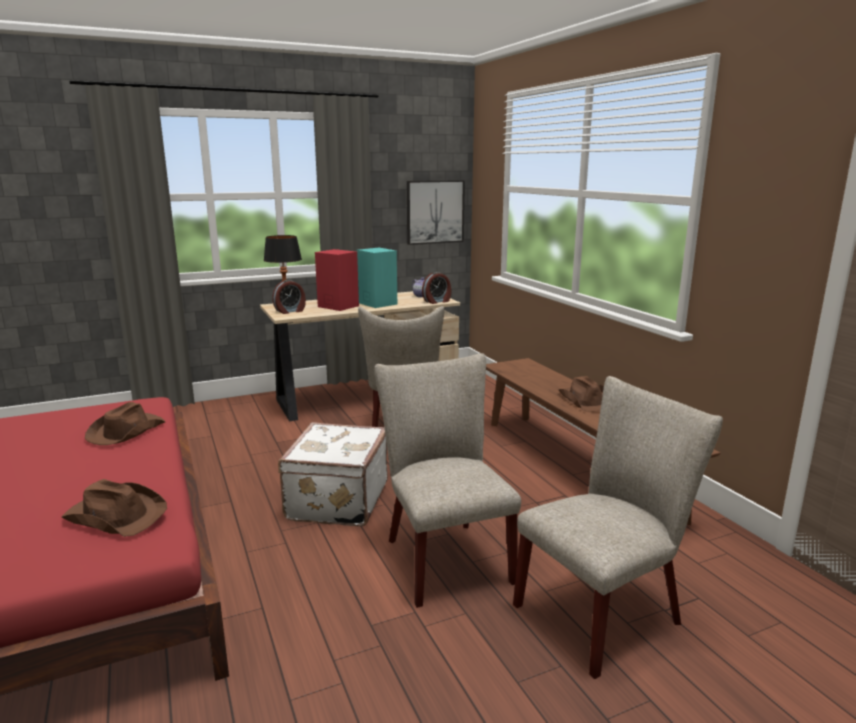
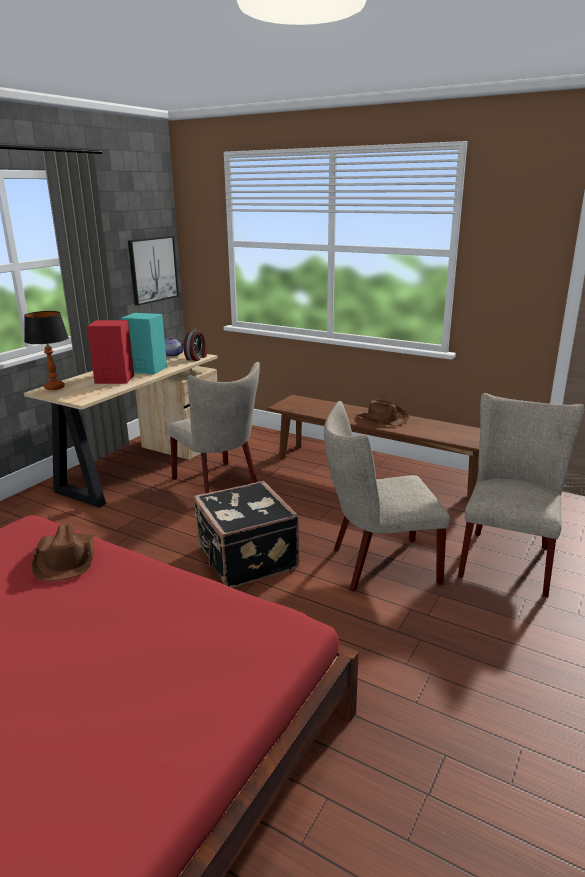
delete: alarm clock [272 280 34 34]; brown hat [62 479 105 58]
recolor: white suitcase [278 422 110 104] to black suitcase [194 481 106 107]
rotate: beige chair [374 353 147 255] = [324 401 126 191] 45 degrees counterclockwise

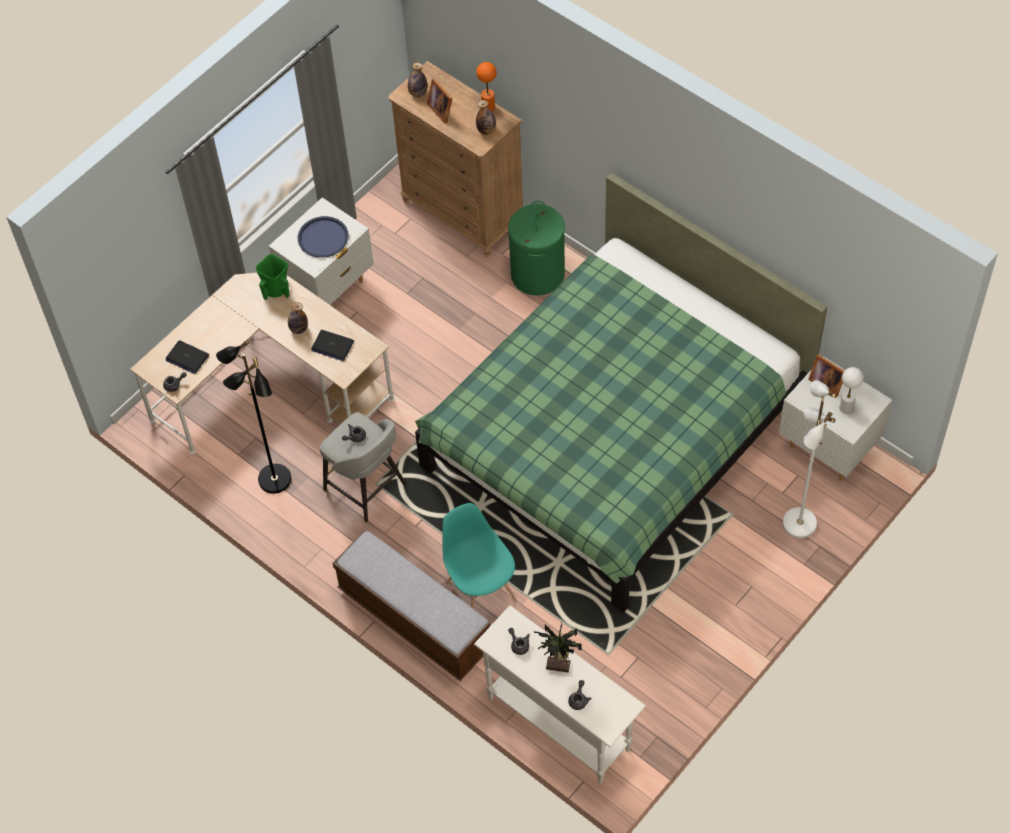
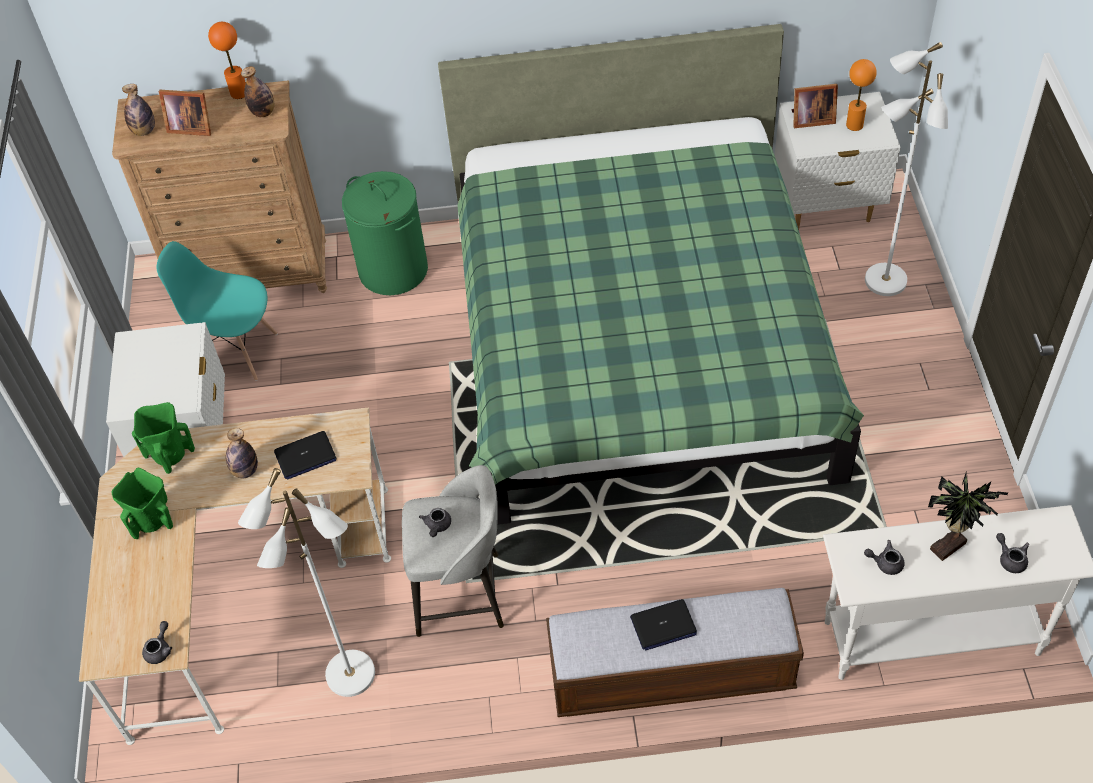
delete: blue tray [298 216 51 42]
insert: green vase [112 468 61 71]
move: laptop [166 340 43 34] to [630 599 67 52]; turquoise chair [443 503 72 106] to [156 241 122 140]
recolor: black floor lamp [216 340 75 154] to white floor lamp [238 468 137 229]; white table lamp [839 367 24 47] to orange table lamp [846 59 31 72]

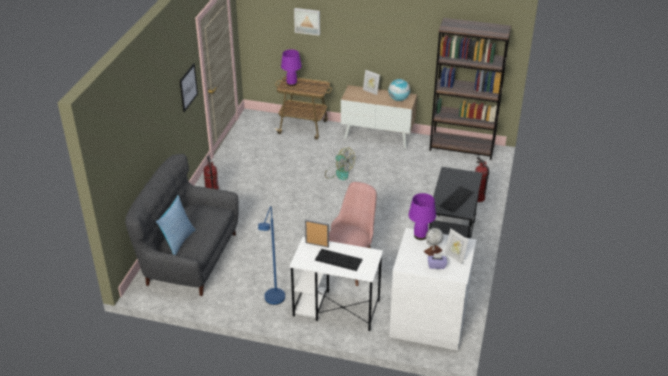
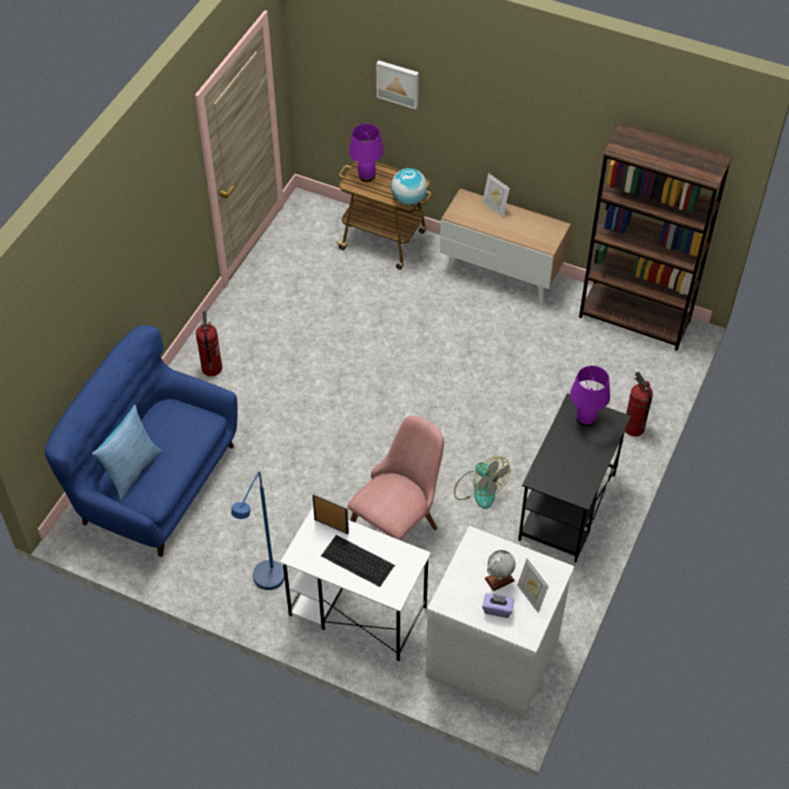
delete: picture [180 63 18 49]; keyboard [439 186 35 27]
move: globe [388 79 22 22] to [391 168 36 37]; fan [325 147 30 33] to [454 457 56 52]; purple table lamp [409 193 27 47] to [570 366 40 61]
recolor: grey sofa [125 154 113 142] to blue sofa [45 325 193 232]

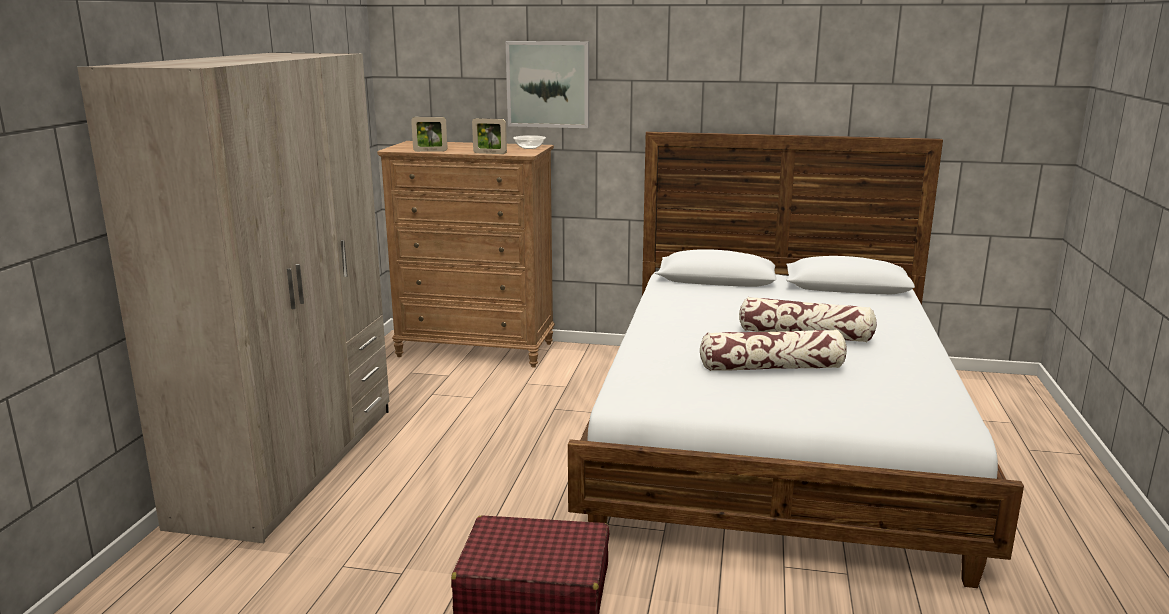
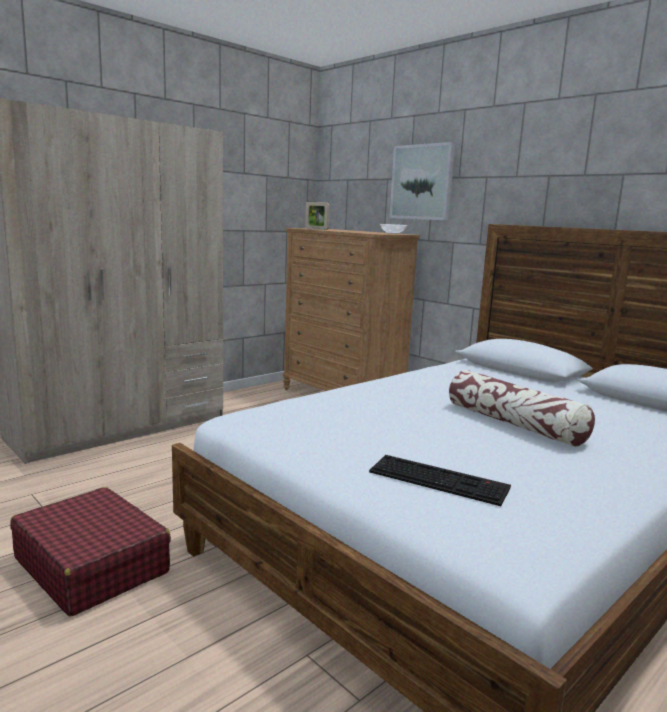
delete: picture frame [472 118 35 36]; pillow [700 330 147 41]
insert: keyboard [369 455 142 51]

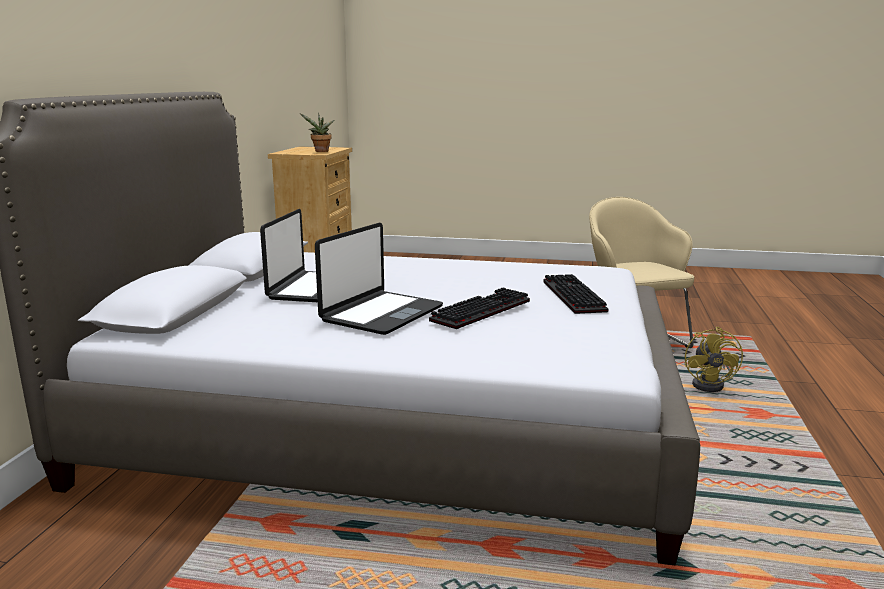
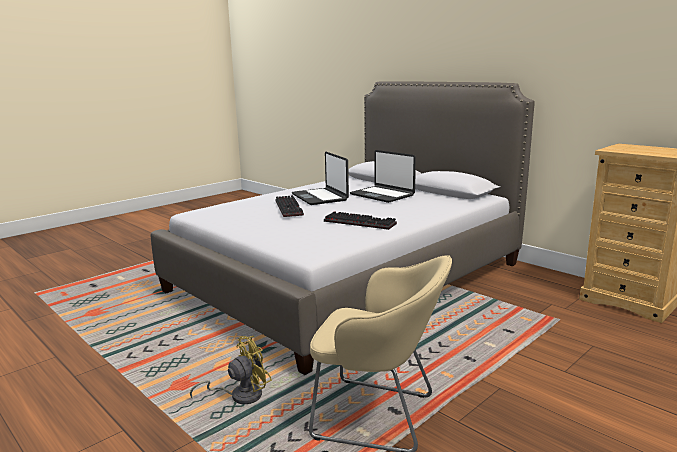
delete: potted plant [300 113 35 39]
move: keyboard [543 274 65 40] to [324 211 73 19]
rotate: yellow fan [685 327 58 65] = [190 336 82 68] 105 degrees clockwise

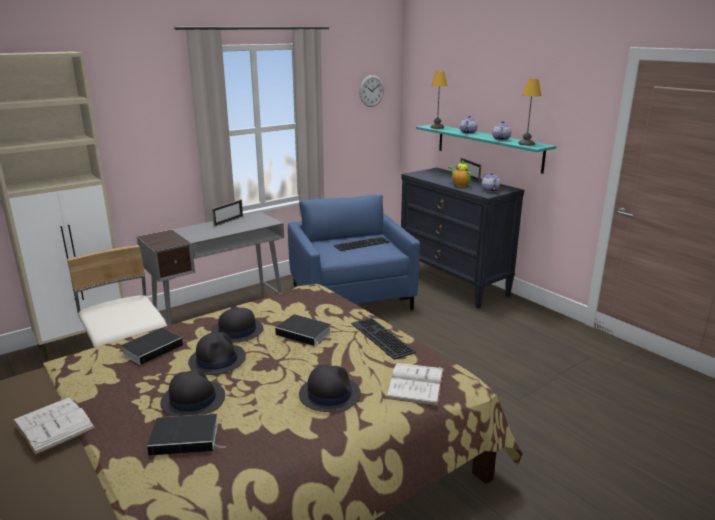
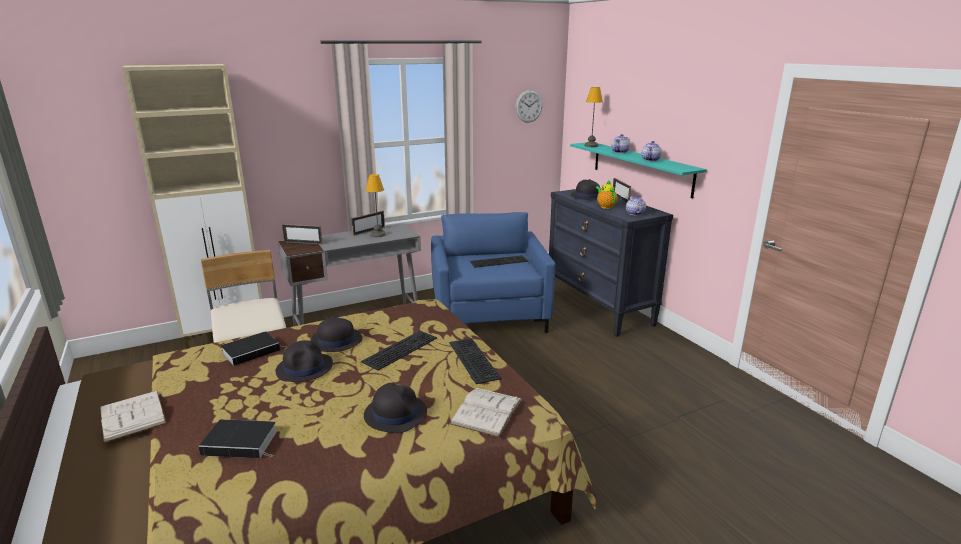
insert: picture frame [282 224 41 20]
move: table lamp [518 79 23 67] to [366 174 20 63]; black hat [160 369 65 47] to [571 179 29 21]
replace: book [275 314 56 33] to keyboard [361 331 76 40]

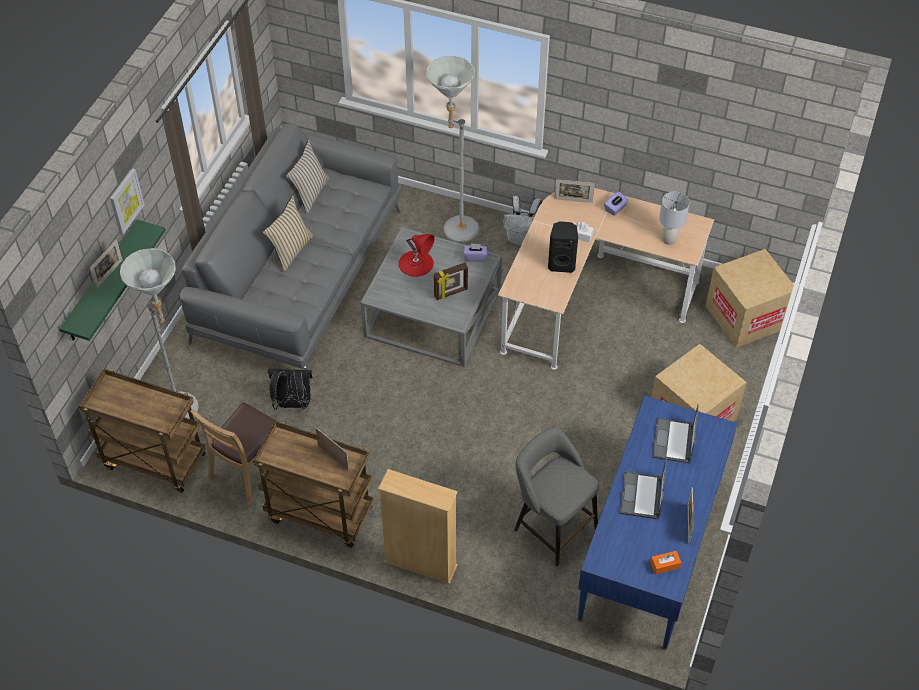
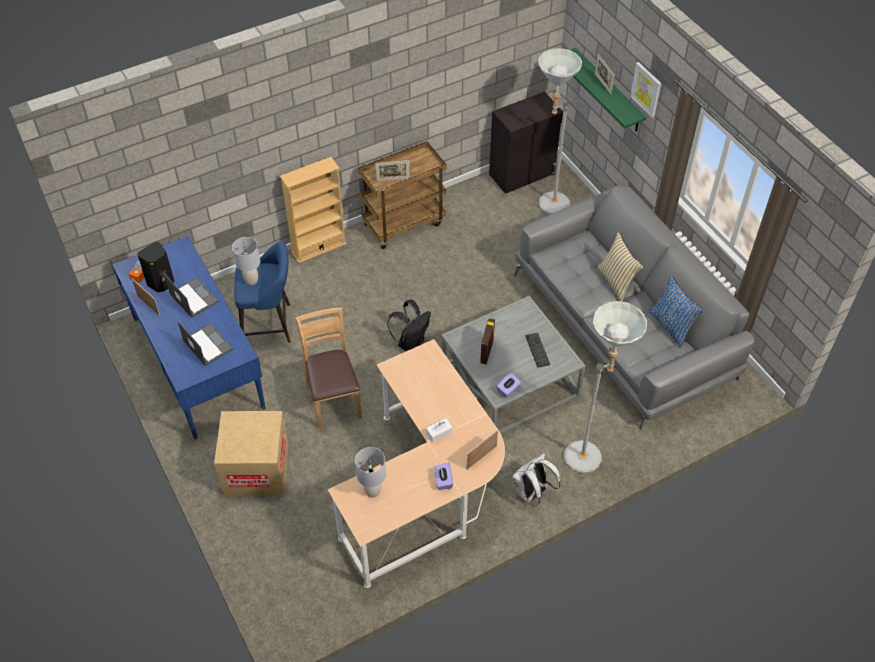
delete: cardboard box [706 249 92 99]
insert: grey table lamp [232 237 28 48]
move: black speaker [548 221 30 52] to [138 242 36 50]; black backpack [268 368 45 42] to [387 300 44 51]; brown chair [190 402 90 102] to [295 307 67 121]
replace: red table lamp [398 234 36 43] to keyboard [525 333 25 35]; brown cart [79 369 127 124] to black cabinet [489 92 74 102]
recolor: beige pillow [286 140 43 74] to blue pillow [649 275 55 73]; grey stool [514 427 85 139] to blue stool [234 242 57 101]

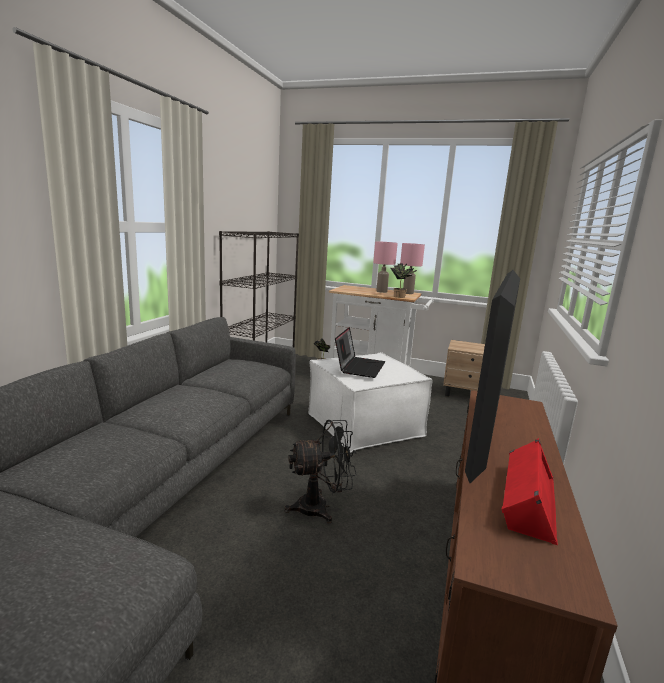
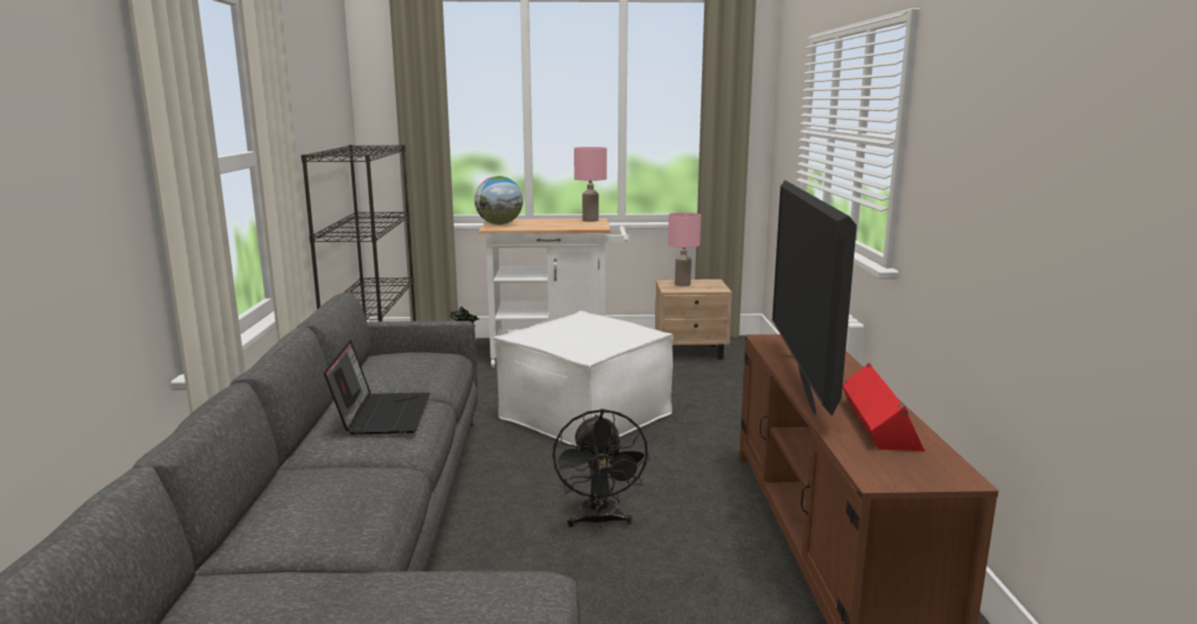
delete: potted plant [391 264 26 34]
insert: globe [474 176 49 49]
move: pink table lamp [373 241 25 52] to [668 212 33 74]; laptop [335 327 50 51] to [324 340 106 95]
rotate: black fan [284 420 73 103] = [553 409 97 119] 120 degrees clockwise

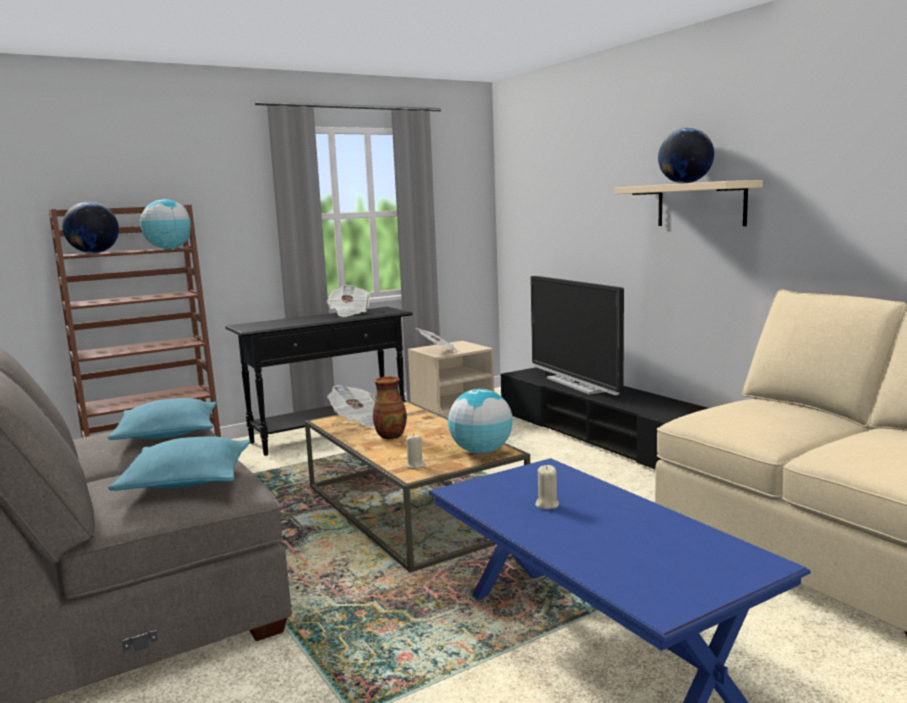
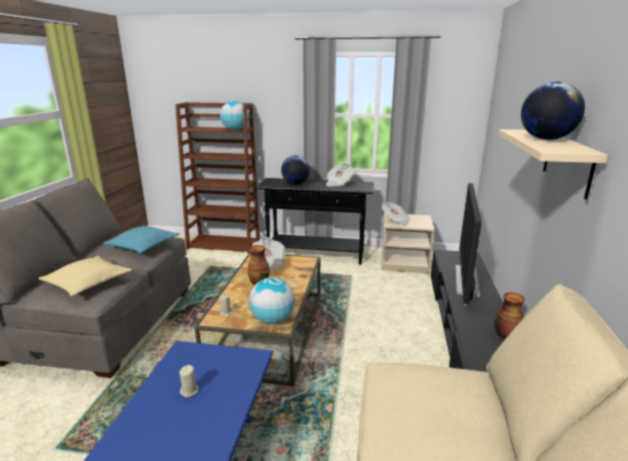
insert: vase [495 292 30 47]
move: globe [62 202 57 51] to [281 155 29 29]
recolor: turquoise pillow [108 436 143 55] to beige pillow [39 256 93 41]

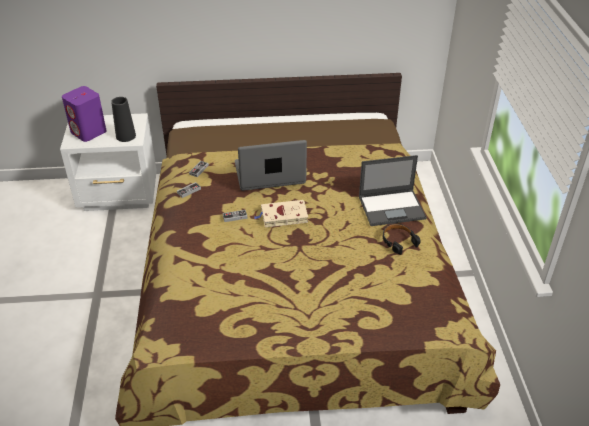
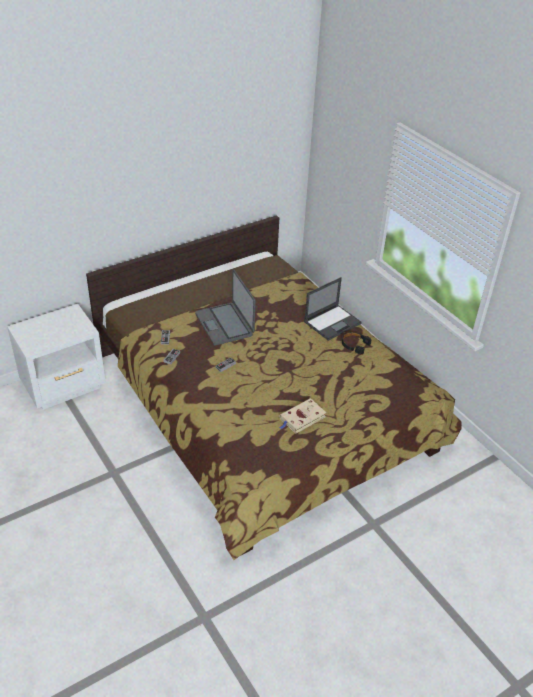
delete: purple speaker [62 86 45 56]; black vase [111 97 25 45]
move: beige book [254 200 54 27] to [279 398 47 36]
rotate: laptop [235 140 72 51] = [195 269 61 77] 75 degrees counterclockwise

